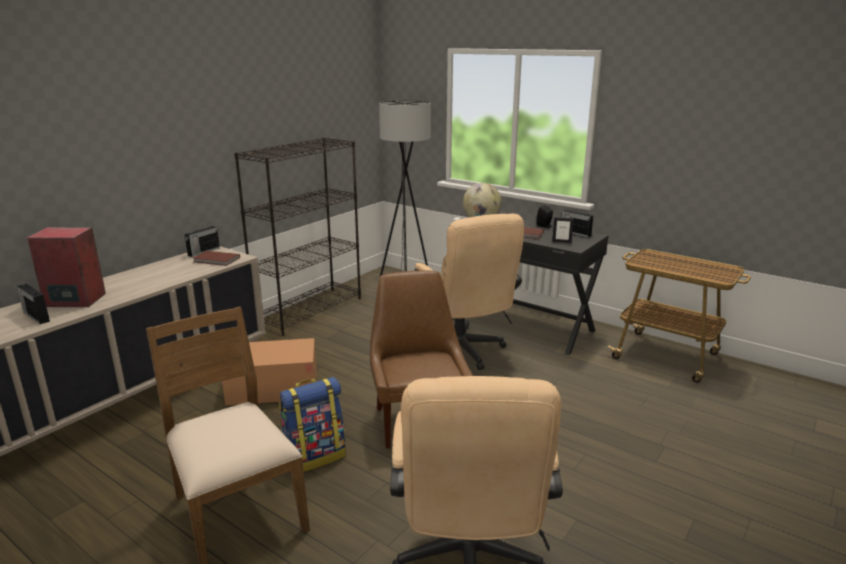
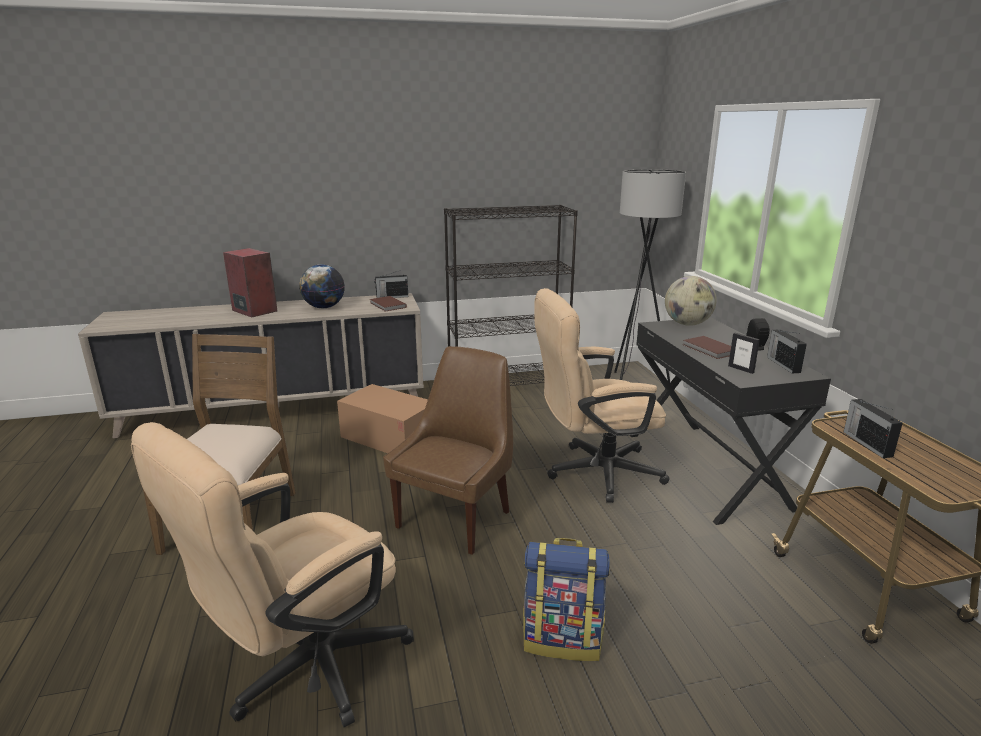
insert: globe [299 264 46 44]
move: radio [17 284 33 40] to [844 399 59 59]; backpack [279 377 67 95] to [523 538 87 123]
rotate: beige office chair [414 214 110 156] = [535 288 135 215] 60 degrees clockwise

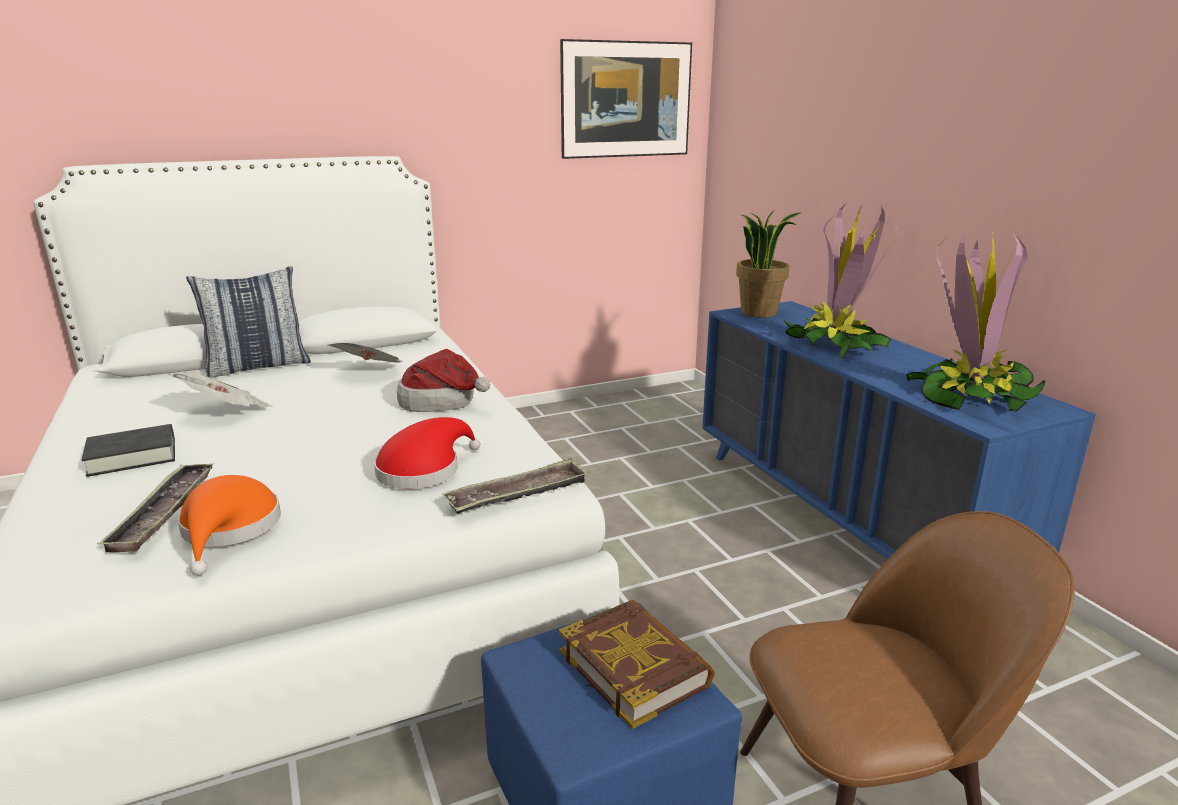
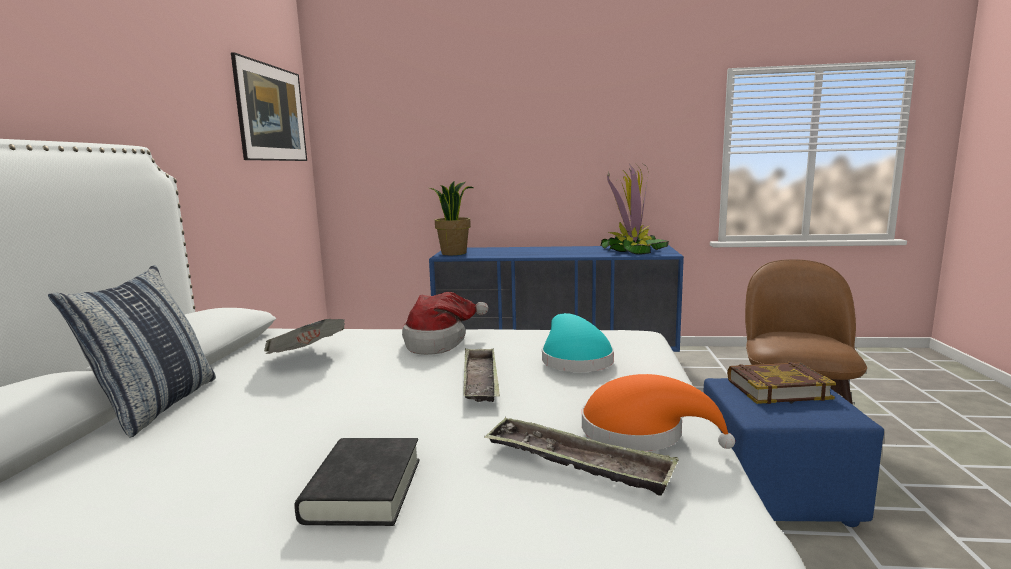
delete: potted plant [784 204 114 155]; newspaper [168 373 105 34]
move: tray [442 458 147 56] to [463 348 37 54]
recolor: red hat [374 417 106 72] to turquoise hat [542 313 72 59]

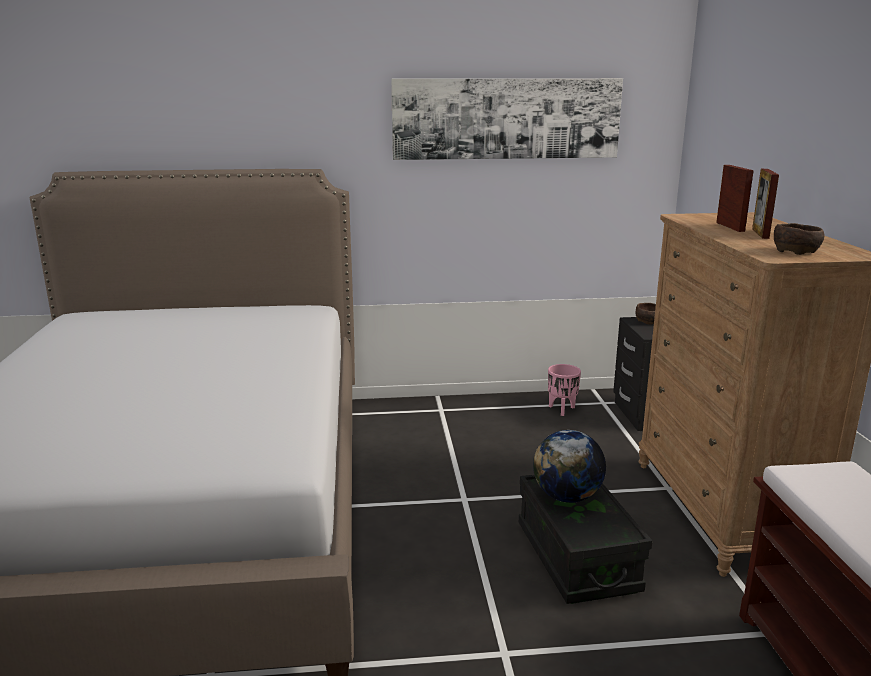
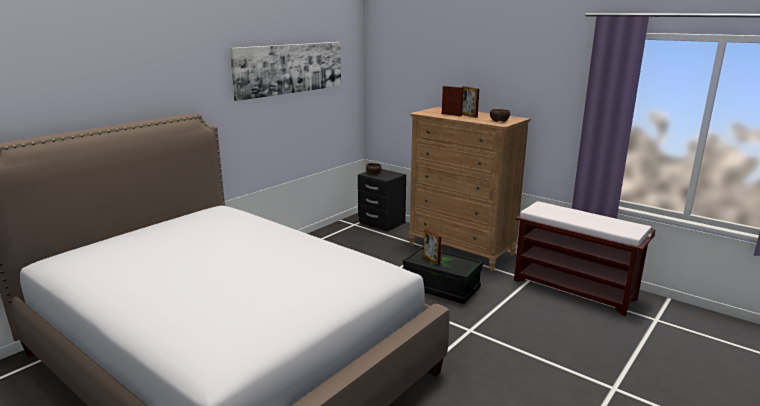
delete: pink planter [548 364 33 52]
replace: globe [533 430 73 73] to picture frame [423 229 19 36]

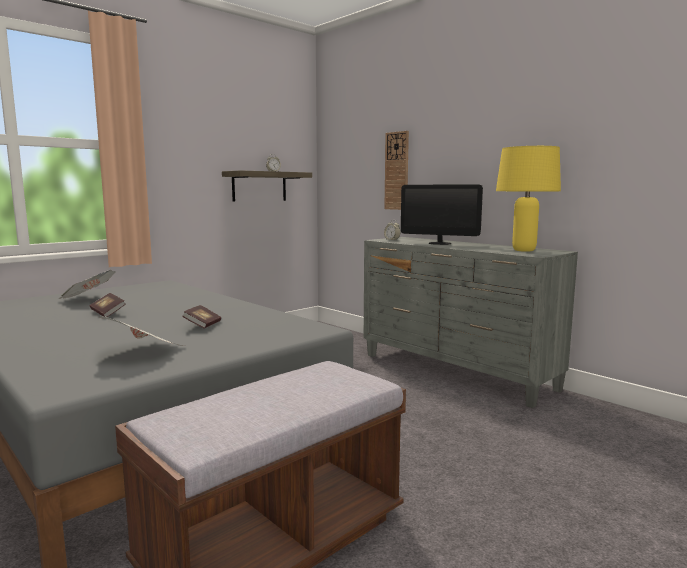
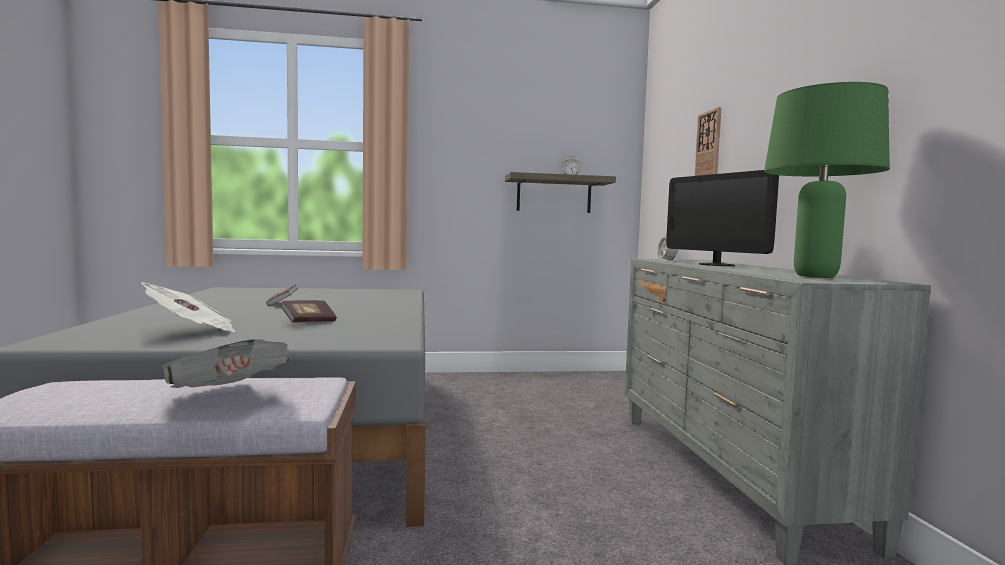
move: newspaper [58 270 58 29] to [162 339 129 49]
recolor: yellow table lamp [496 146 65 106] to green table lamp [764 82 126 196]

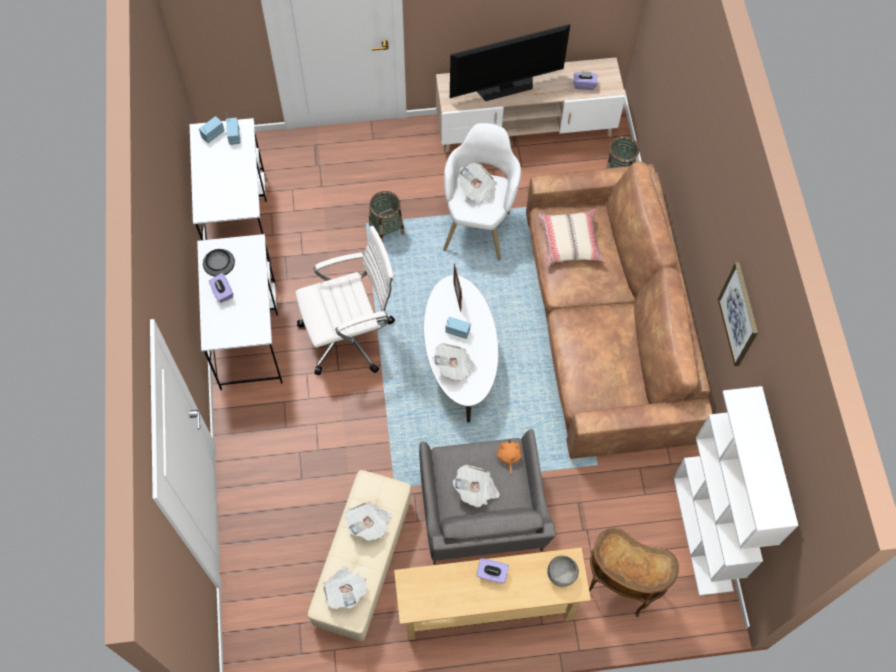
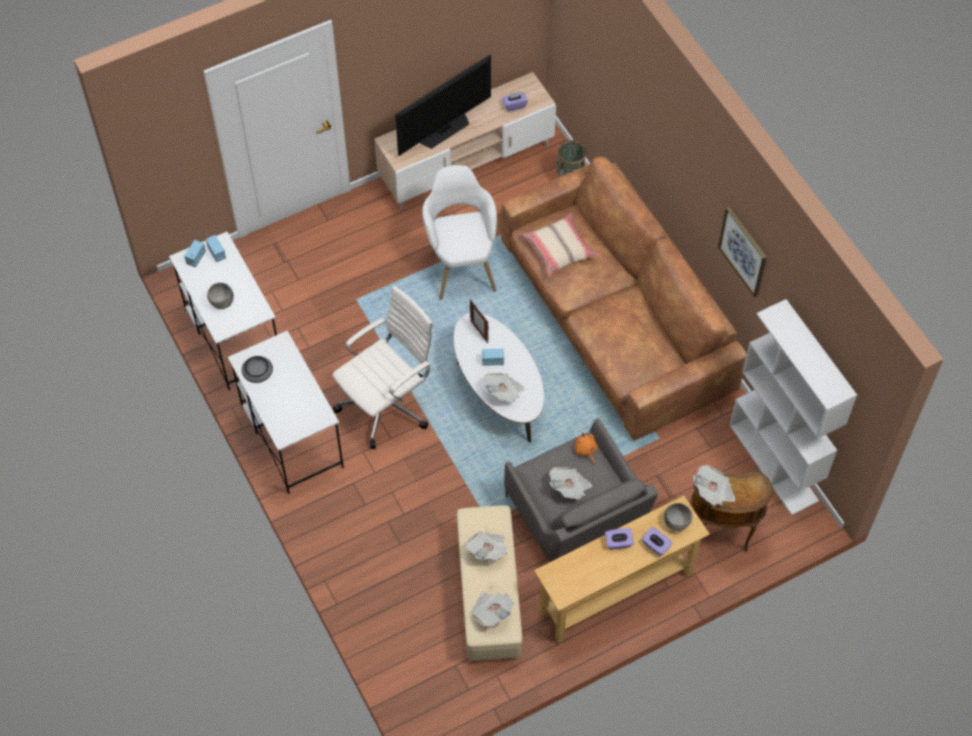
delete: basket [369 191 36 51]
insert: grey bowl [207 283 27 26]
move: newspaper [459 163 38 41] to [693 465 42 40]; purple tissue box [209 273 24 30] to [642 527 30 29]

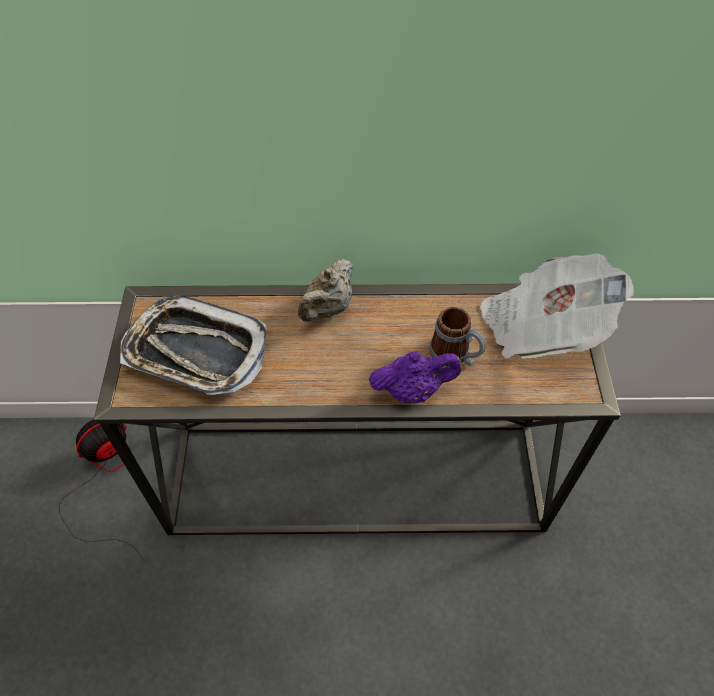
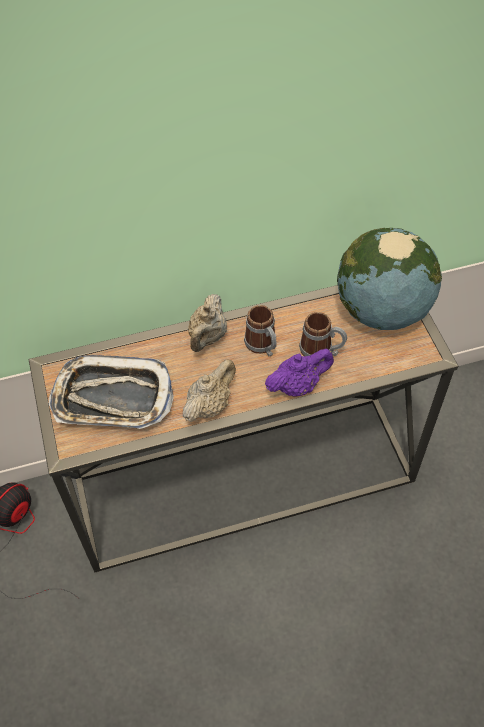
insert: mug [244 305 33 52]; beige teapot [183 360 53 61]
replace: newspaper [480 254 154 104] to globe [337 228 105 102]

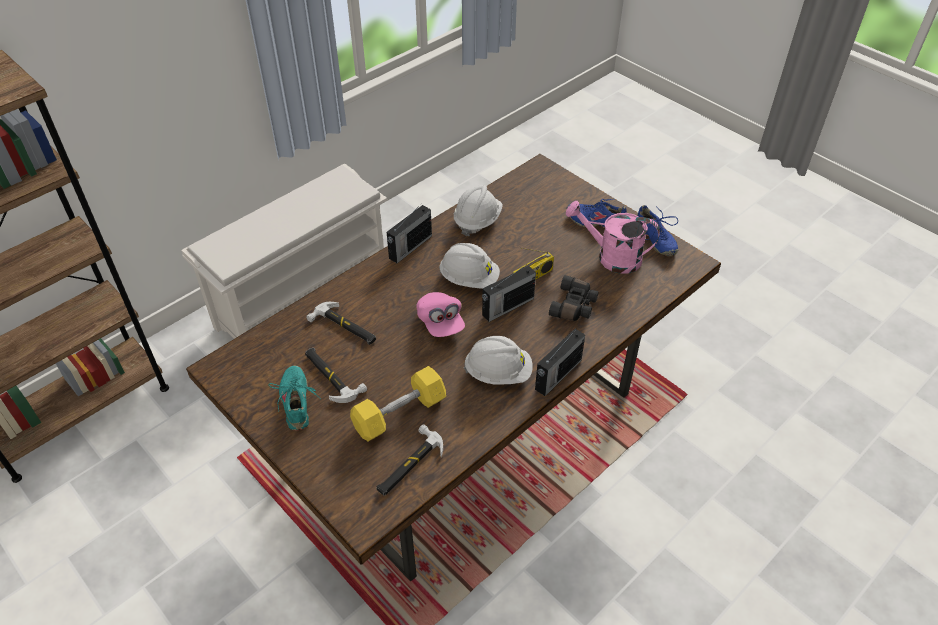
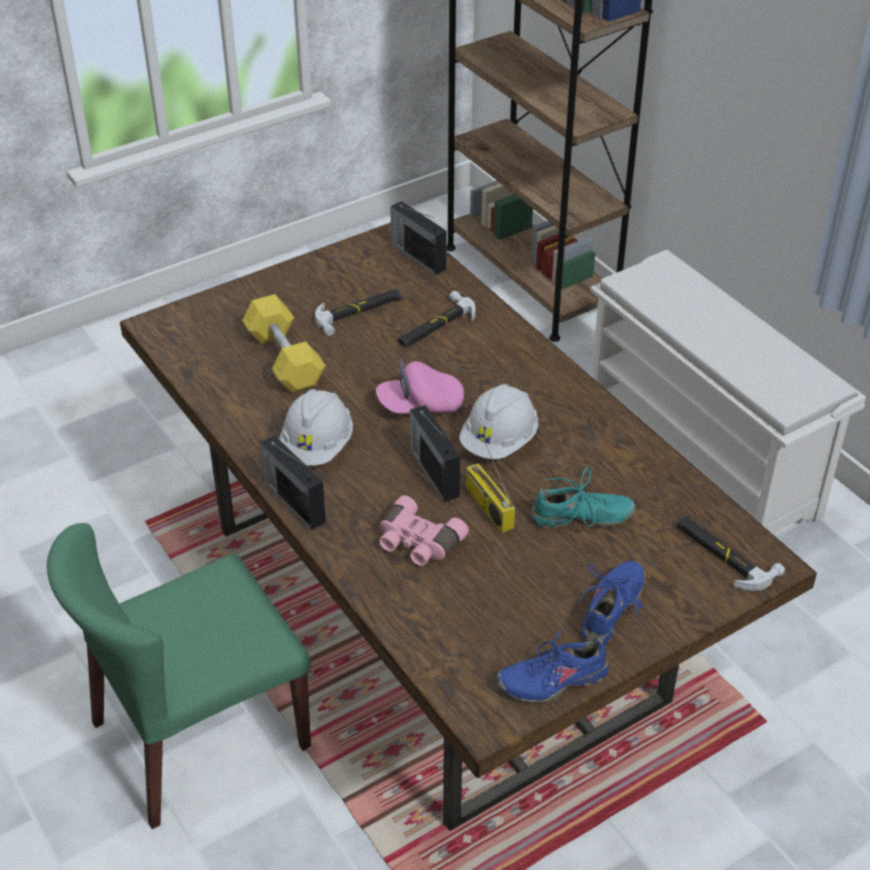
delete: white hard hat [454 185 49 51]; pink watering can [566 201 94 73]
insert: green chair [47 523 264 306]
move: radio [387 203 45 60] to [390 201 56 74]; turquoise shoe [268 365 53 65] to [531 467 105 61]; hammer [377 424 66 71] to [677 516 108 75]
recolor: black binoculars [549 275 50 46] to pink binoculars [379 495 90 71]

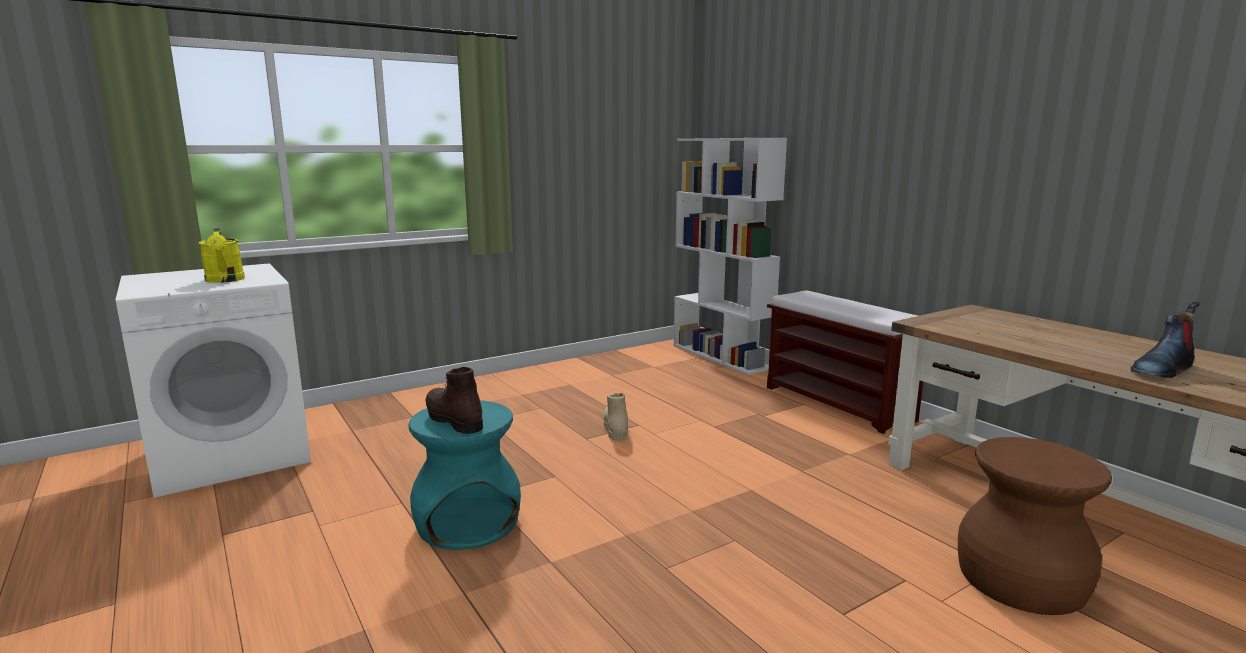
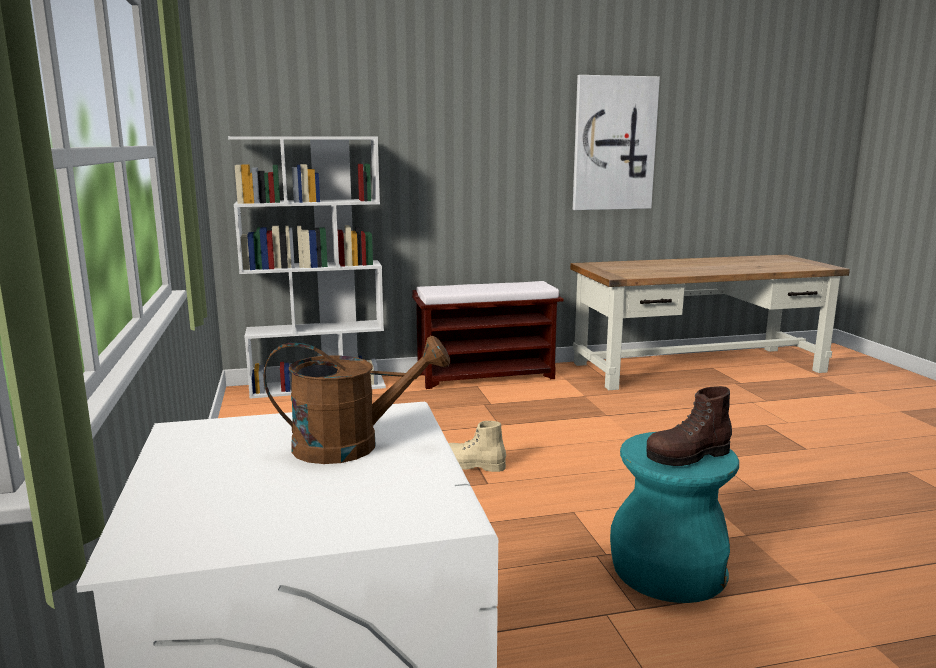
delete: boot [1130 302 70 76]; brown stool [958 437 154 178]
insert: picture [573 75 87 135]
recolor: yellow watering can [199 228 46 55] to brown watering can [264 336 186 128]

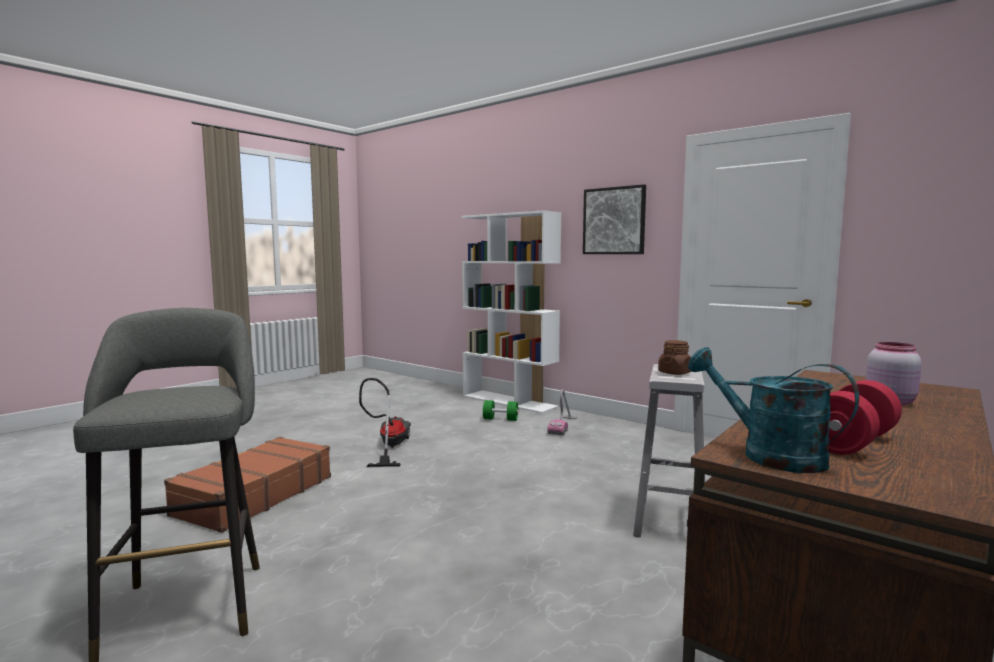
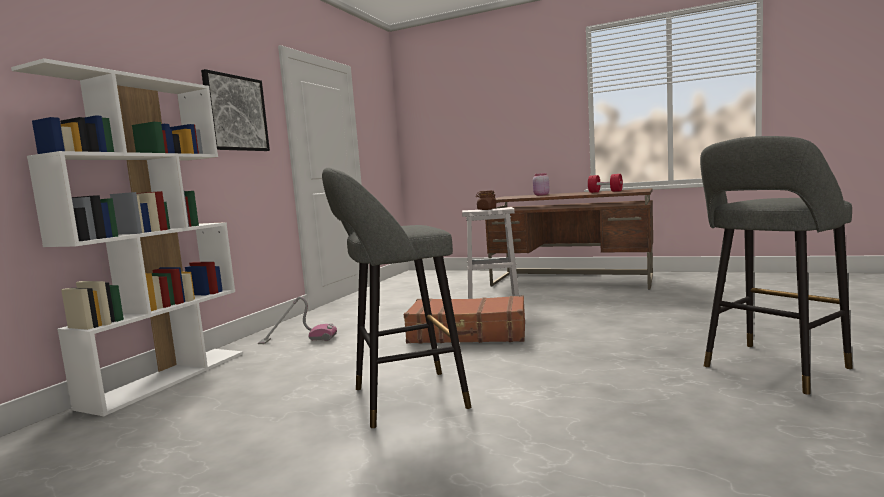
delete: turquoise watering can [688 347 171 126]; green dumbbell [483 400 35 21]
move: brown suitcase [164 437 167 96] to [404 296 121 48]
replace: vacuum cleaner [359 378 52 89] to grey stool [322 167 149 261]

